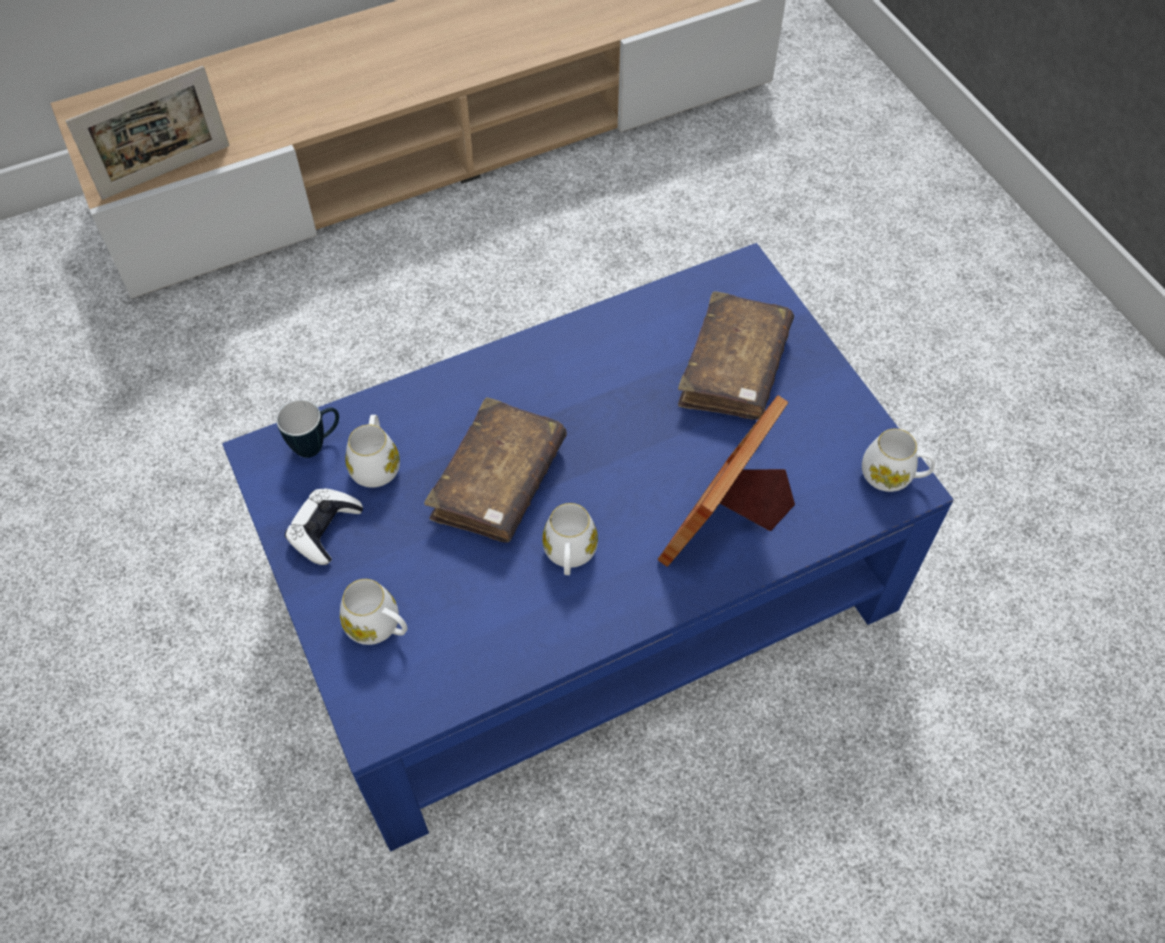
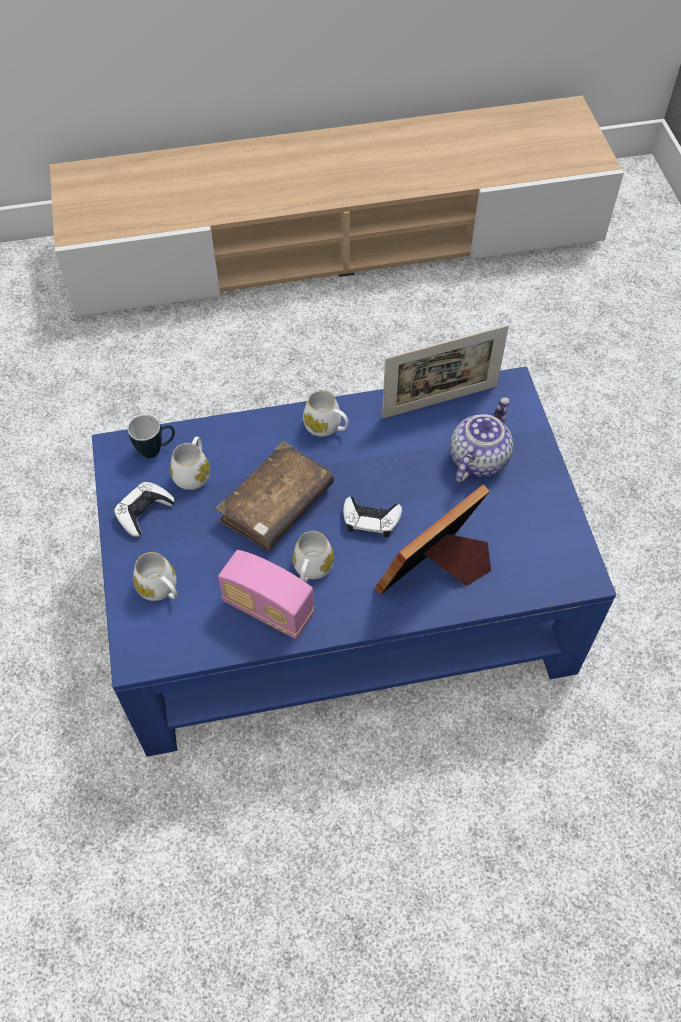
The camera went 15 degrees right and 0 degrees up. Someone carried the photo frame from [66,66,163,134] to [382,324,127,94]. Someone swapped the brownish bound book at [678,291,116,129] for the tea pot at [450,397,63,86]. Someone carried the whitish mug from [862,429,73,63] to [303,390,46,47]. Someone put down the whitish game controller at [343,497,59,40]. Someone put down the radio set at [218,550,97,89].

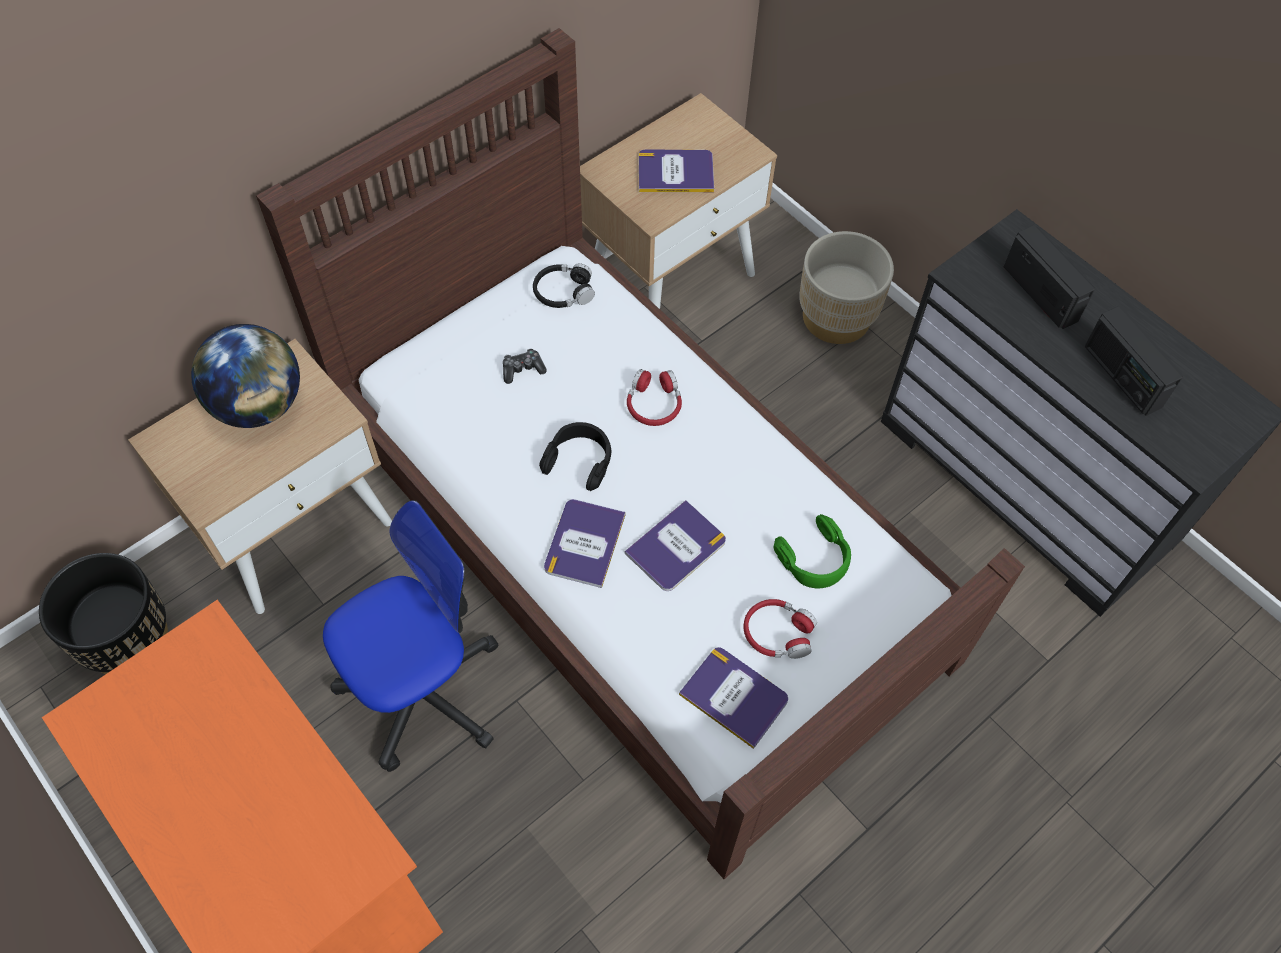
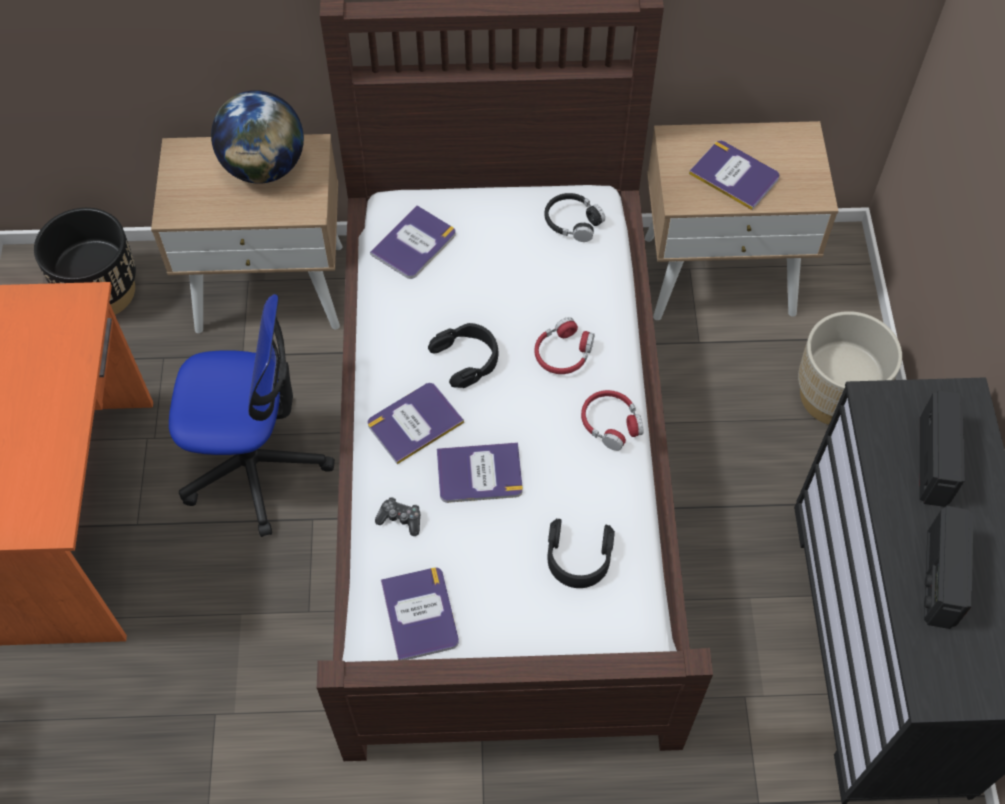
The camera went 40 degrees right and 0 degrees up. Someone carried the game controller from [503,348,44,36] to [375,497,45,39]. Someone repainted the greenish pair of headphones at [773,514,78,74], which became the blackish pair of headphones at [547,519,68,69]. Someone carried the red-coloured pair of headphones from [743,599,74,60] to [581,390,62,61]. Someone put down the bound book at [370,205,86,74].

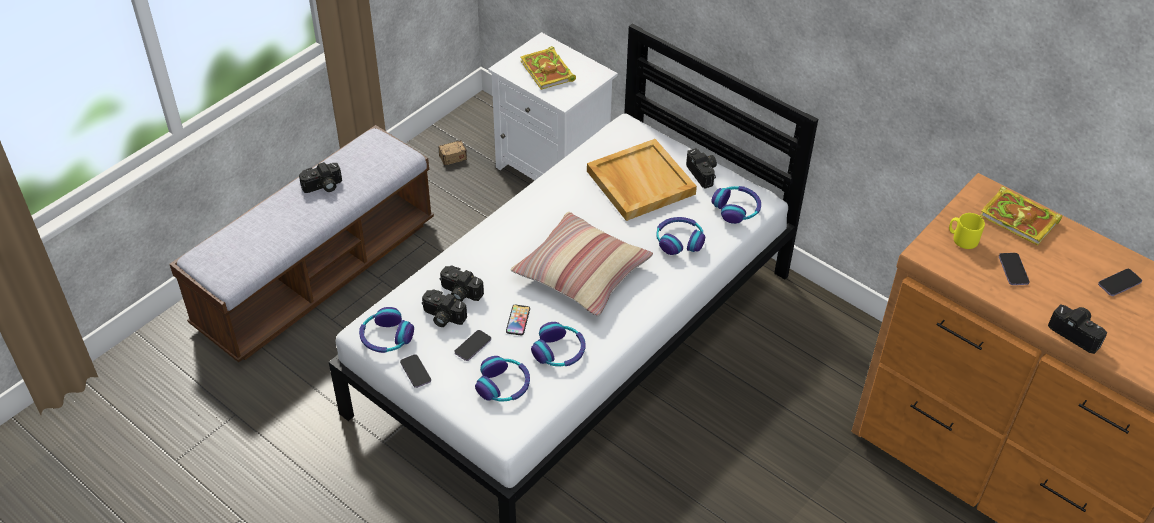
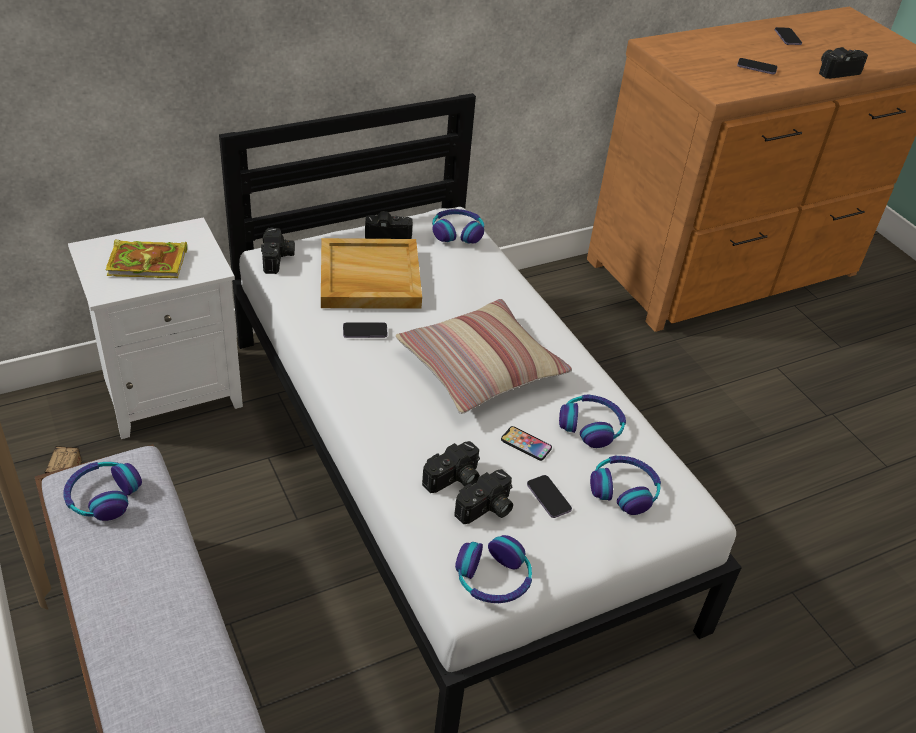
The camera went 70 degrees left and 5 degrees down. Someone carried the photo camera from [299,162,43,31] to [261,228,34,46]. Someone took away the bound book at [980,186,82,59]. Someone took away the yellow-coloured mug at [949,213,36,36]. Someone carried the pair of headphones from [656,217,49,38] to [63,462,79,59]. Someone carried the handset from [400,354,31,34] to [343,322,44,16].

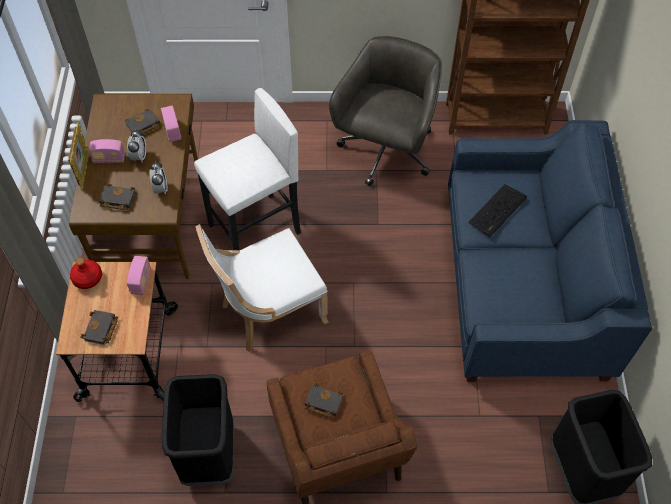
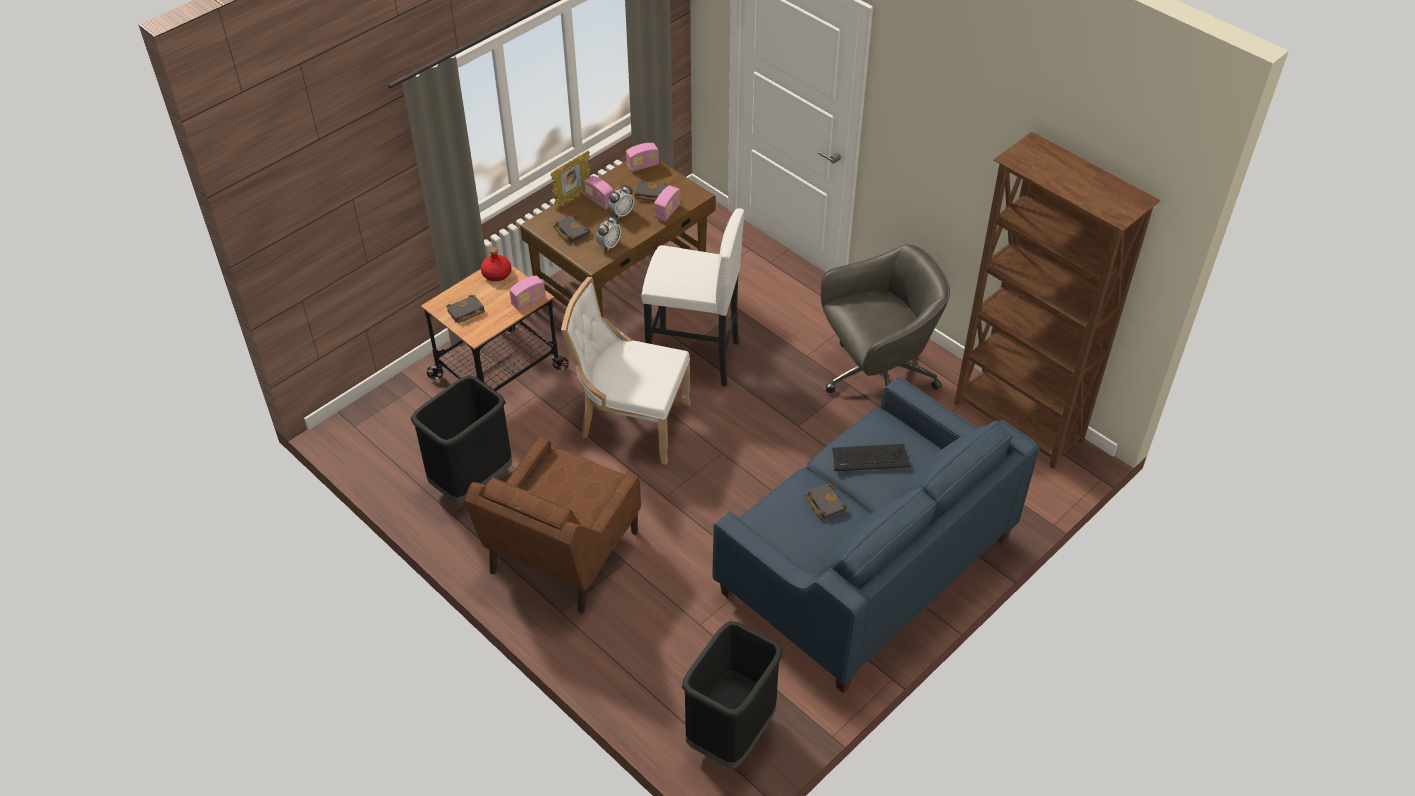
The camera went 45 degrees right and 10 degrees down. Someone carried the blackish bound book from [305,383,38,35] to [805,484,43,36]. Someone put down the radio set at [626,143,33,29].

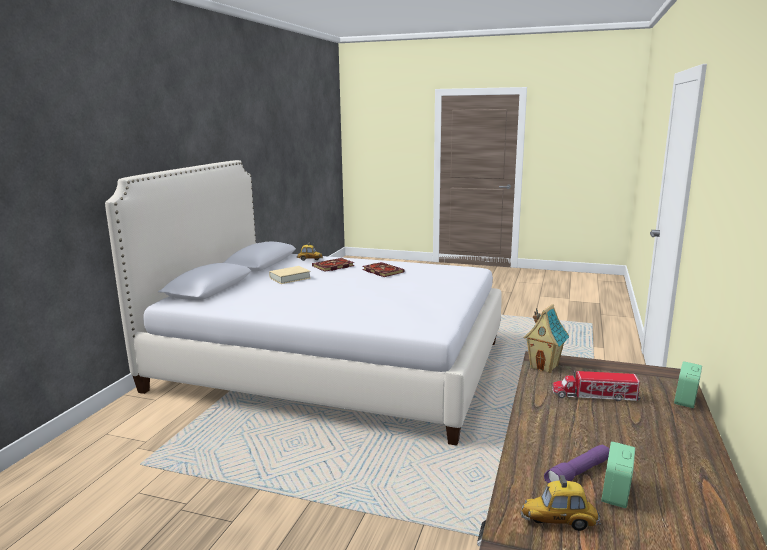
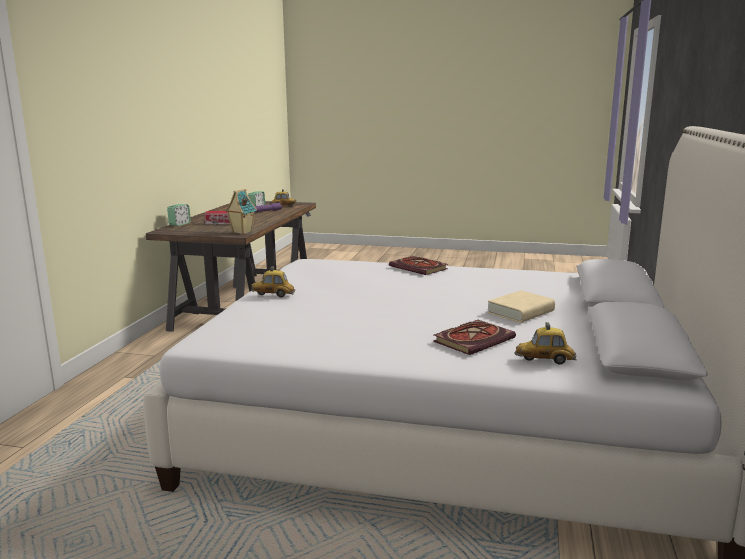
The camera went 175 degrees right and 0 degrees up. Someone carried the bound book from [362,262,43,15] to [389,256,59,19]. Someone put down the toy car at [251,266,44,31].

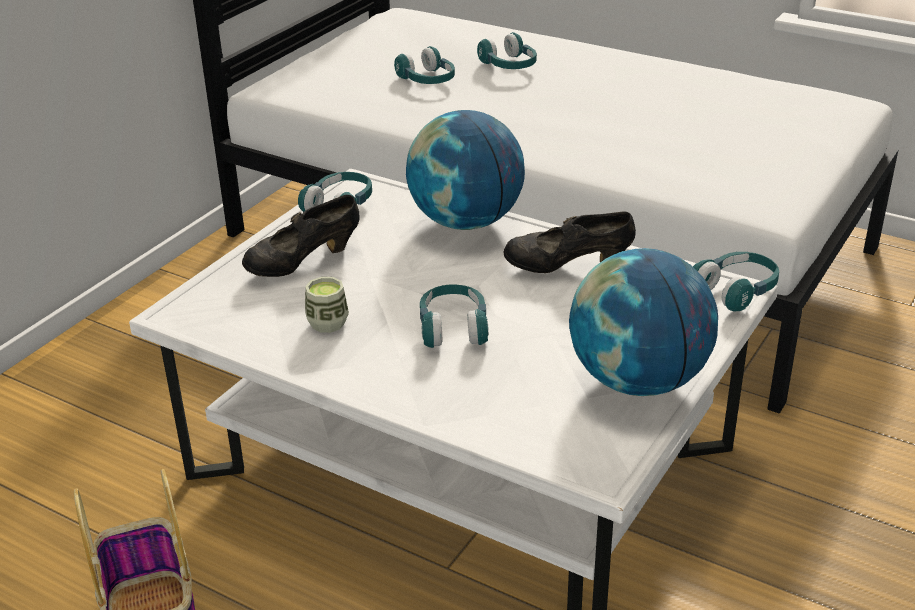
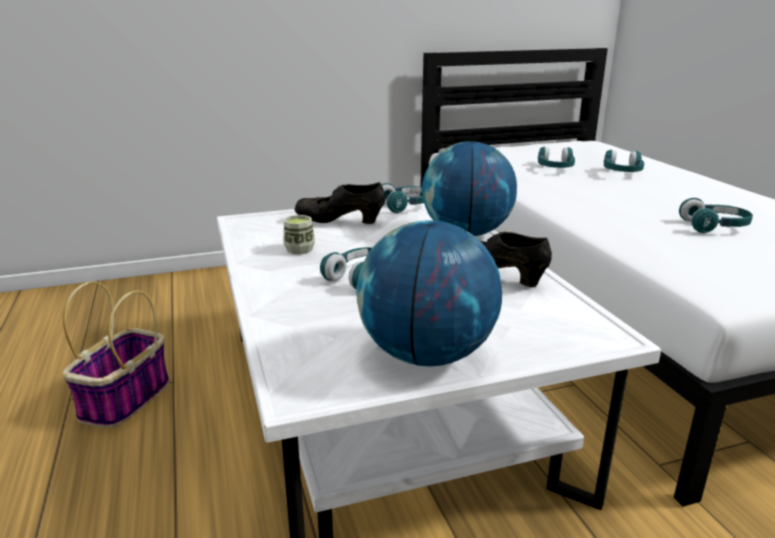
The camera went 40 degrees right and 10 degrees down. Someone carried the turquoise-coloured pair of headphones from [693,252,86,60] to [679,198,74,35].

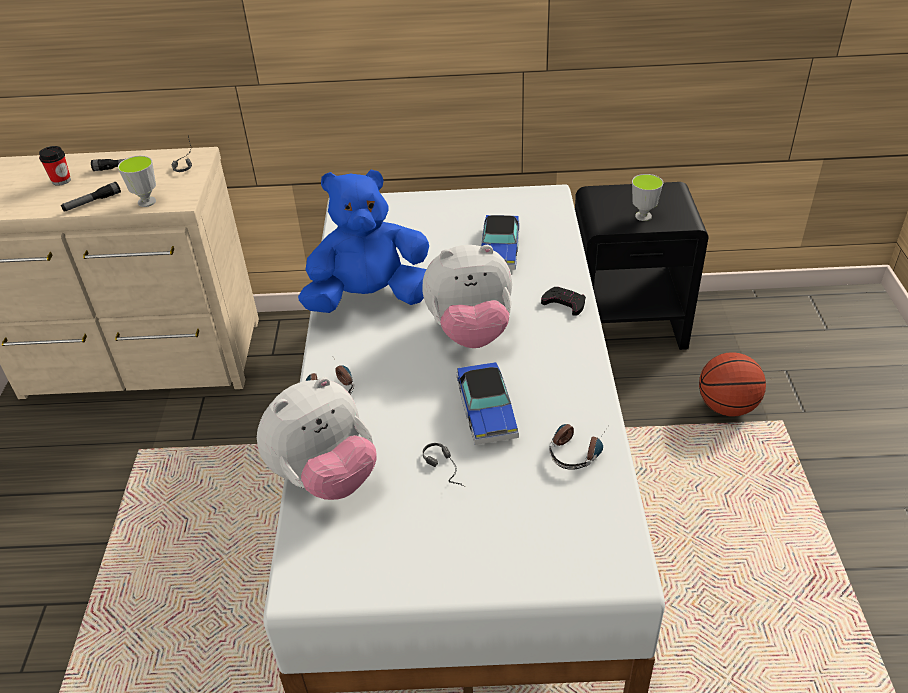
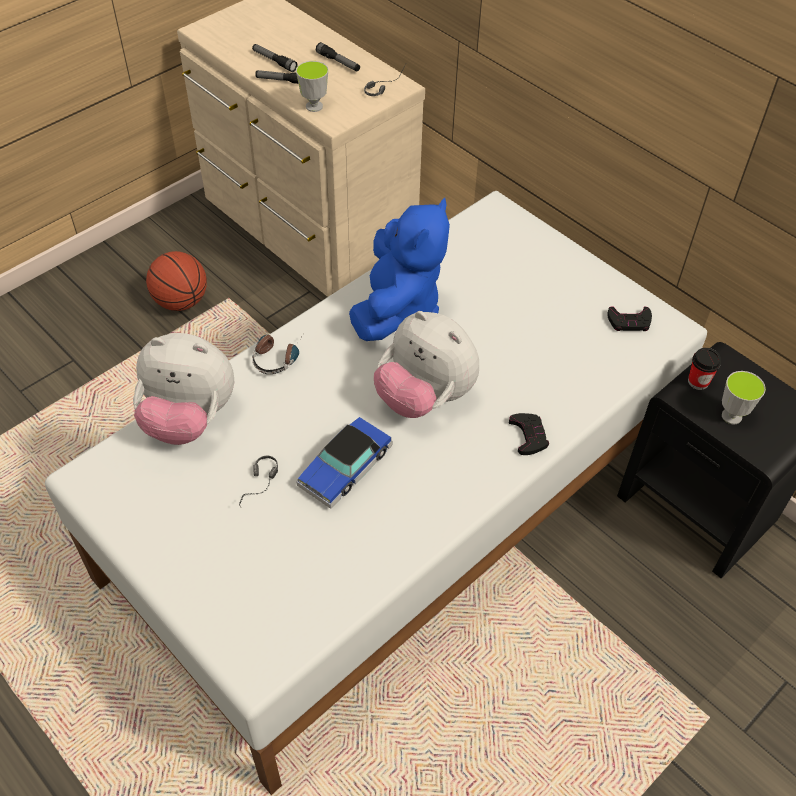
The camera went 45 degrees right and 10 degrees up. Someone carried the cup from [39,146,32,40] to [688,348,33,42]. Someone rotated the blue-coloured cuddly toy at [298,170,131,143] by 75 degrees clockwise. Someone took away the toy car at [481,215,38,55]. Someone carried the ball for basketball from [699,352,67,65] to [146,251,61,60]. Someone took away the pair of headphones at [549,424,59,46]. Someone put down the flashlight at [252,44,46,28]. Someone put down the blackish game controller at [607,307,45,24].

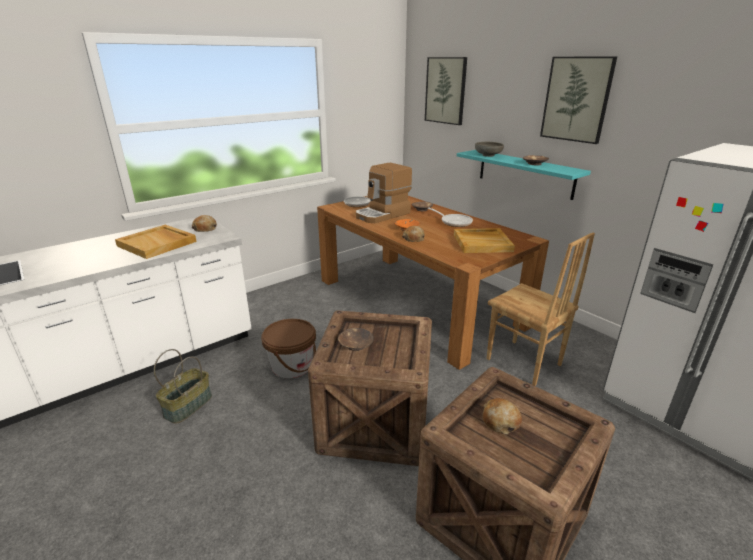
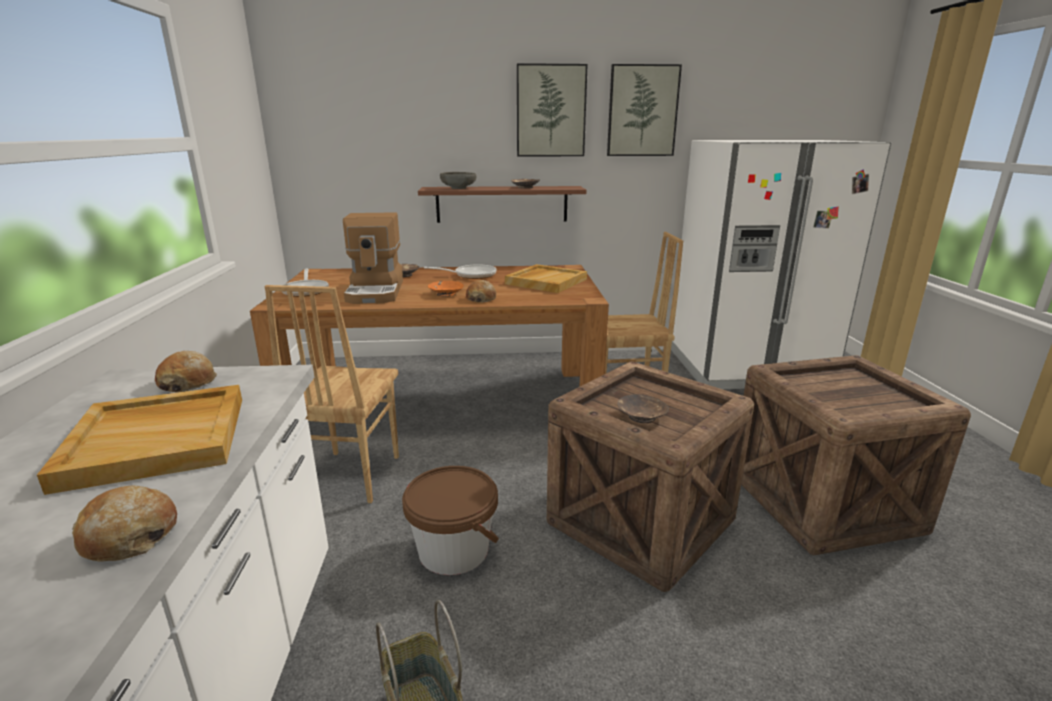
The camera went 55 degrees left and 5 degrees down. Someone carried the wall art from [425,57,42,68] to [607,64,75,92]. Someone repainted the turquoise-coloured wall shelf at [457,150,134,50], which became the brownish wall shelf at [418,186,168,37]. Someone carried the bread from [482,398,40,37] to [72,486,105,76]. Someone put down the brownish upright chair at [264,285,135,218].

